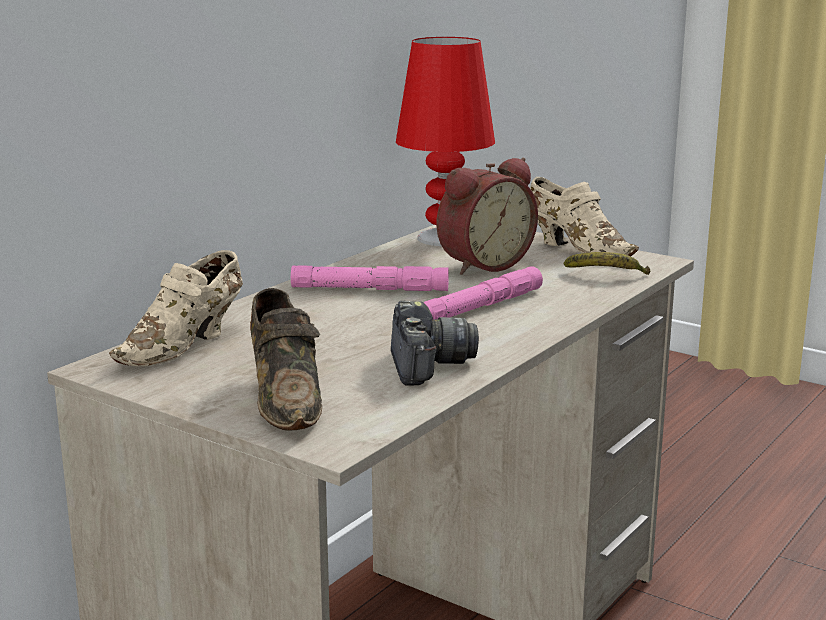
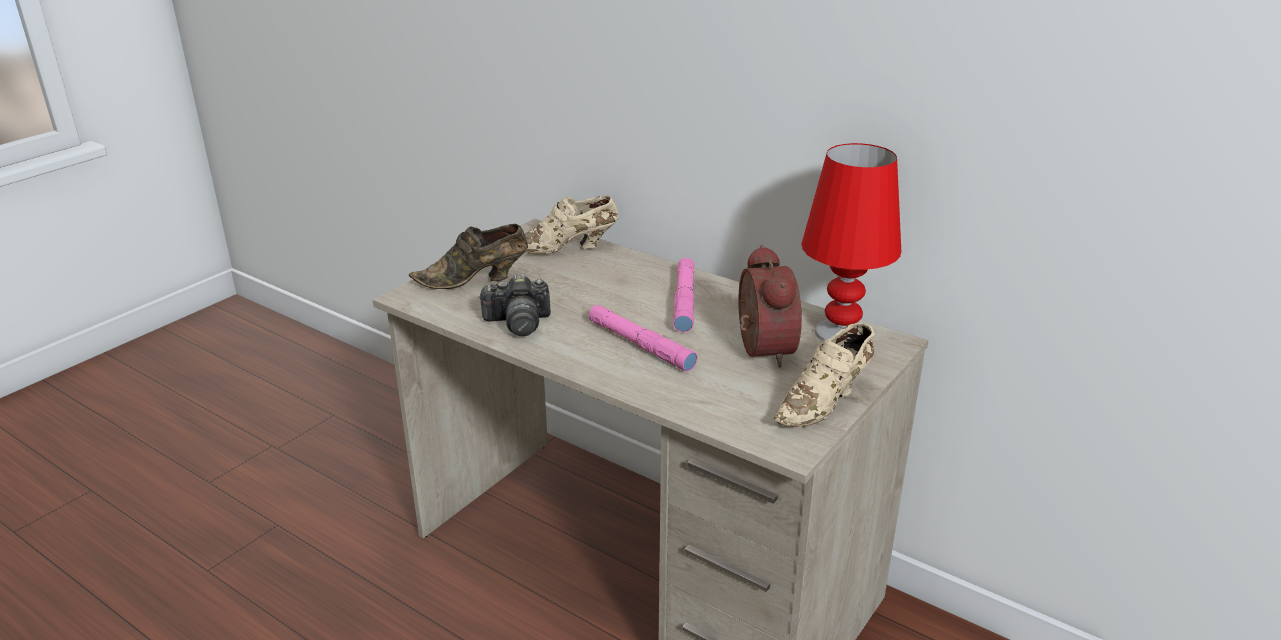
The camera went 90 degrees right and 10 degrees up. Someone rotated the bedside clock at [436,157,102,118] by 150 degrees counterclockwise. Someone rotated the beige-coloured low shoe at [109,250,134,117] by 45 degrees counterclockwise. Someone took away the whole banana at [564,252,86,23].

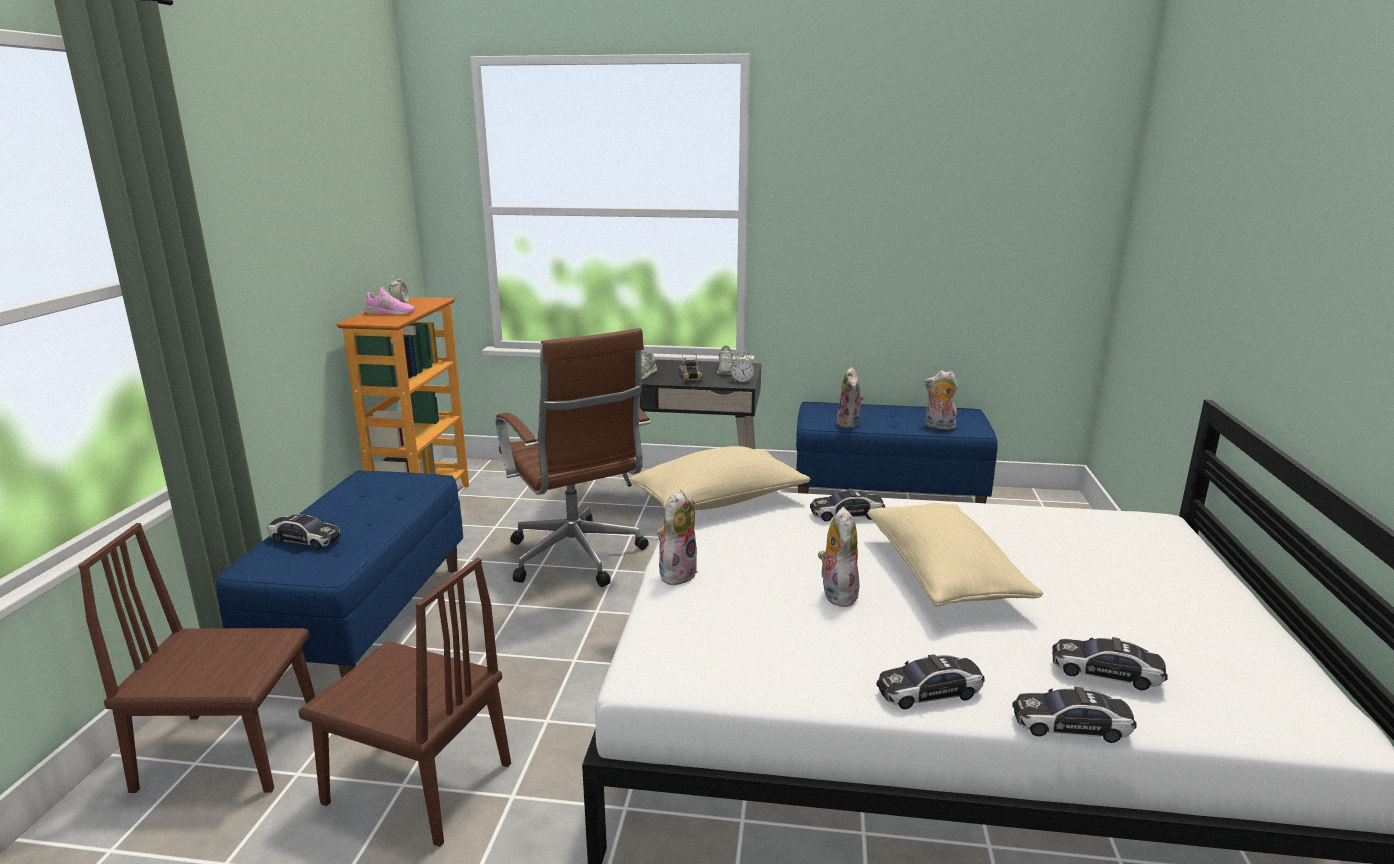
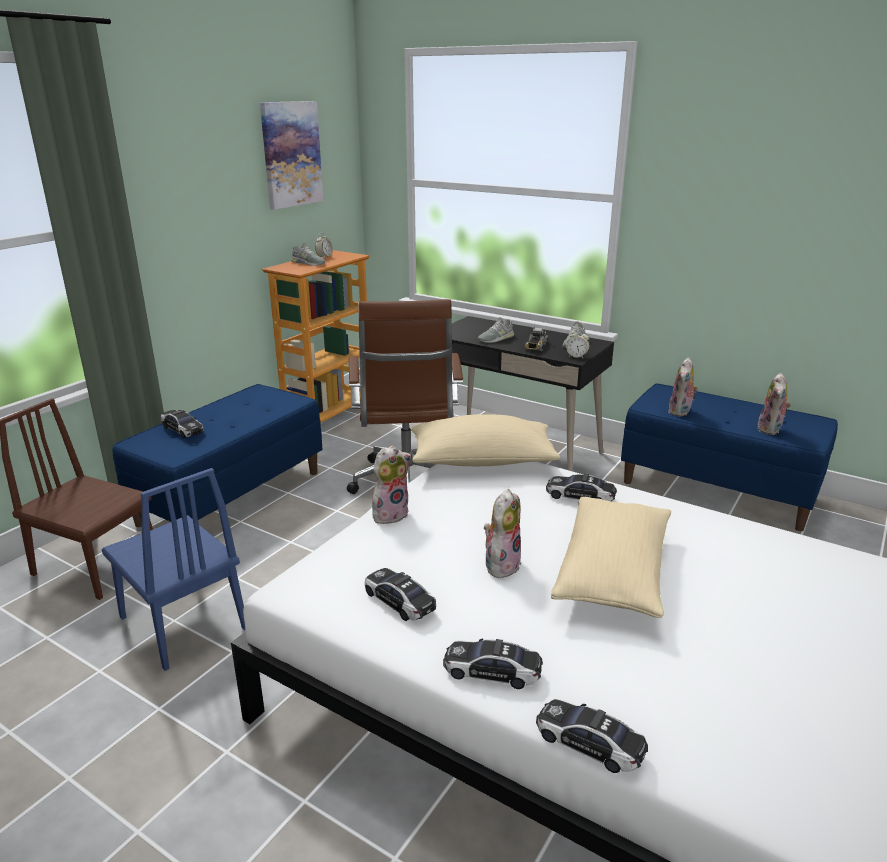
The camera went 25 degrees right and 5 degrees up. Someone repainted the pink low shoe at [364,287,51,28], which became the greyish low shoe at [291,242,34,24]. Someone rotated the cuddly toy at [924,371,34,59] by 120 degrees counterclockwise. Someone repainted the brownish upright chair at [298,558,213,289], which became the blue-coloured upright chair at [102,468,143,203]. Someone carried the toy car from [1052,637,116,53] to [365,568,71,53]. Someone put up the wall art at [260,101,63,109].

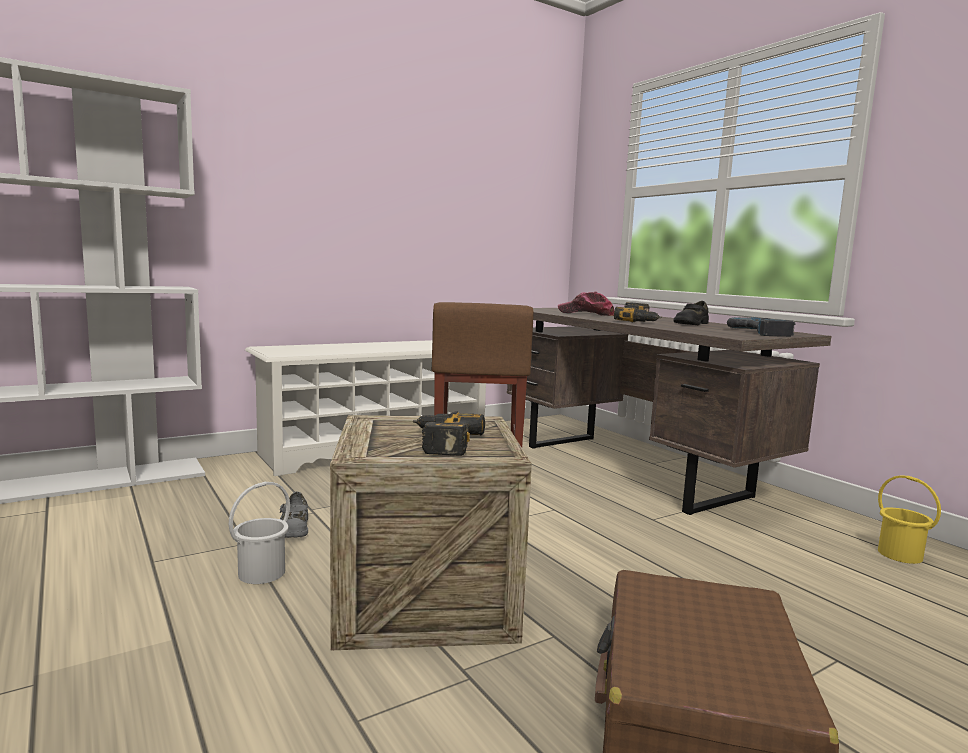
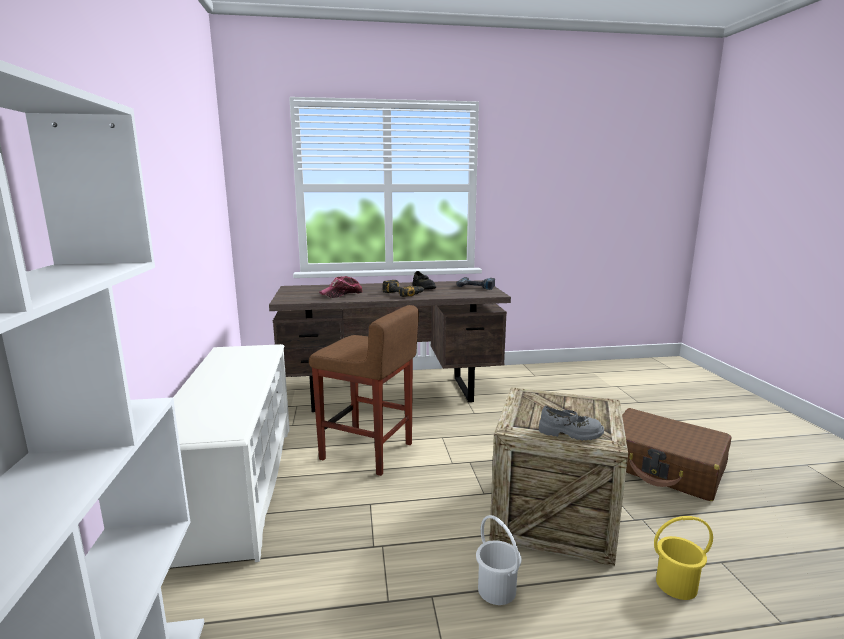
The camera went 65 degrees left and 5 degrees up. Someone took away the electric drill at [413,412,72,44]. Someone carried the yellow-coloured pail from [878,475,63,89] to [654,516,59,84]. Someone carried the greyish low shoe from [280,492,28,46] to [539,406,65,35].

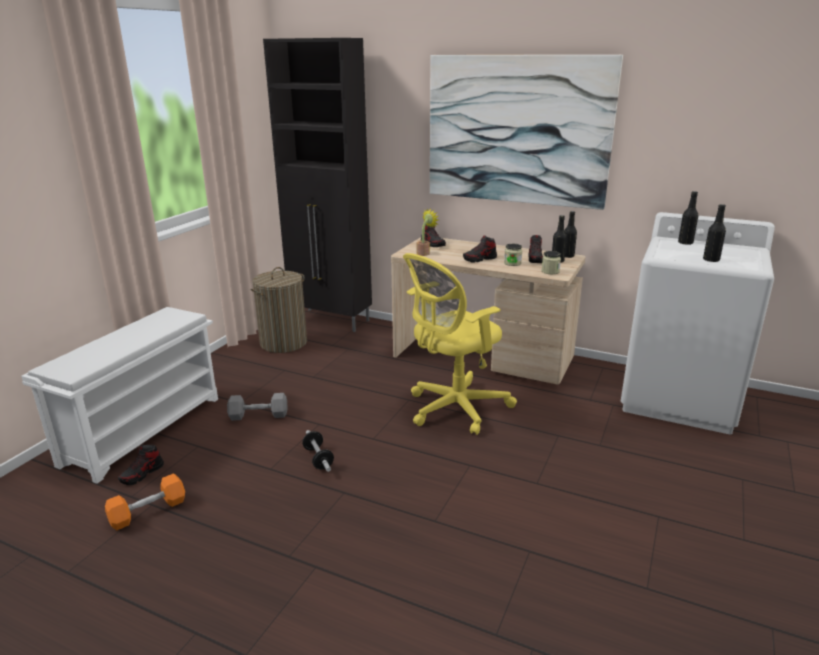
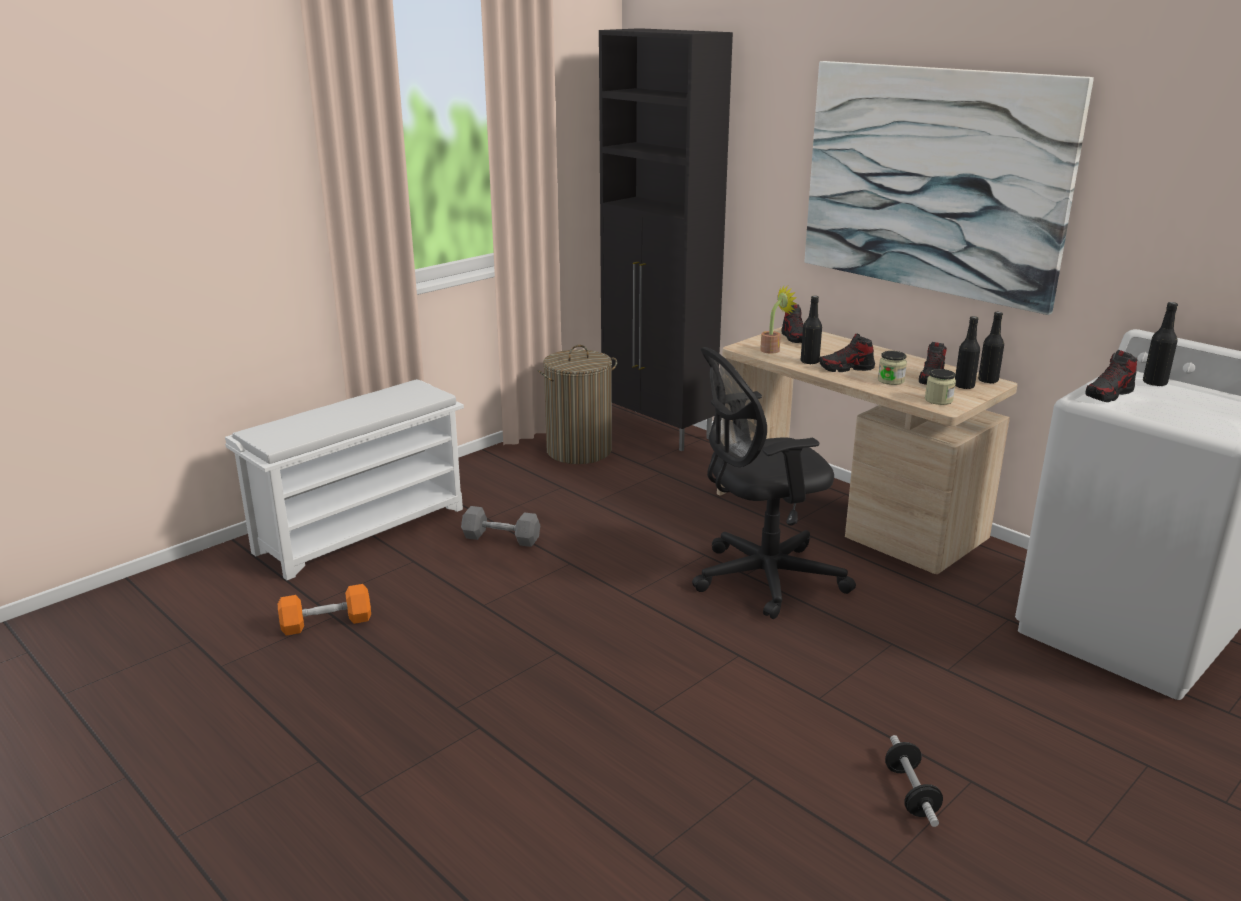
The camera went 20 degrees right and 0 degrees up. Someone carried the blackish drink bottle from [703,204,23,58] to [801,296,21,69]. Someone repainted the yellow-coloured office chair at [403,253,114,182], which became the blackish office chair at [692,347,164,272]. Someone carried the dumbbell from [302,430,32,42] to [885,735,58,92]. Someone carried the low shoe from [118,445,46,40] to [1086,350,51,52].

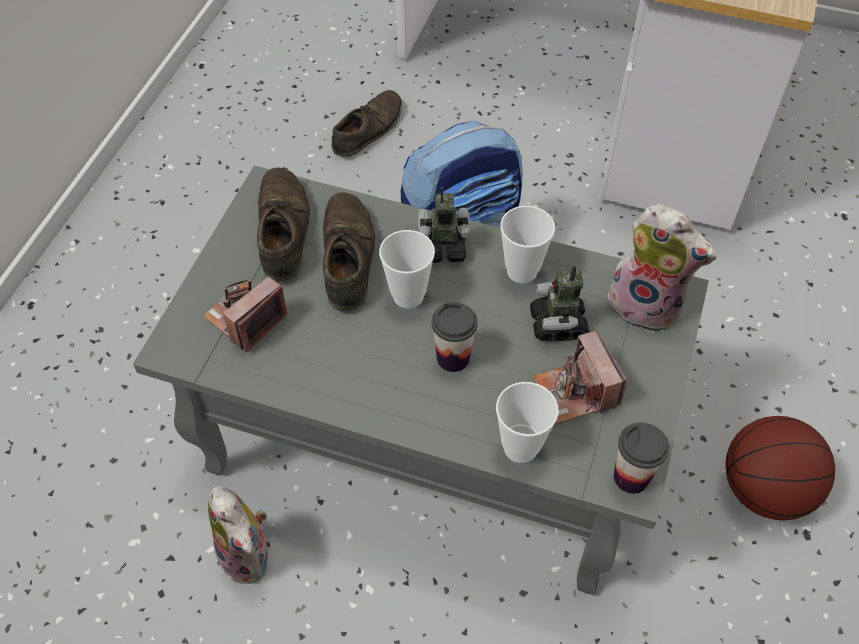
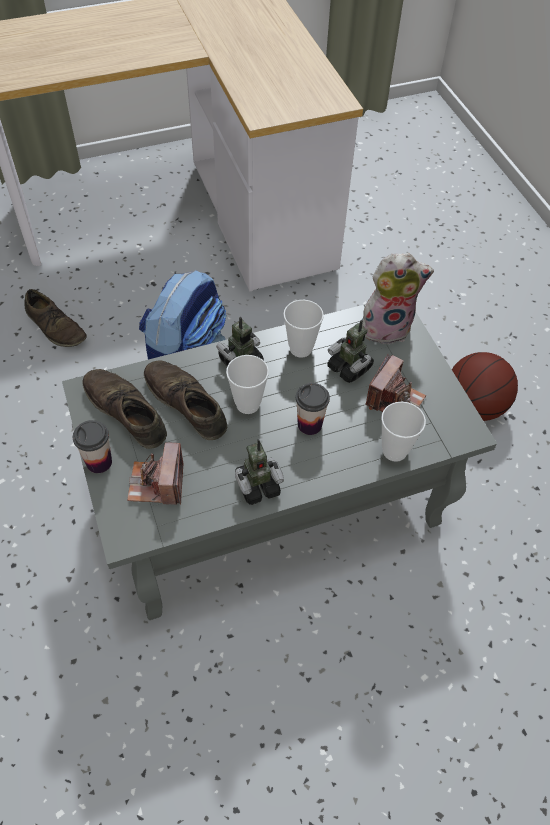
The camera went 40 degrees left and 0 degrees up. Someone rotated the brownish low shoe at [331,90,71,67] by 135 degrees clockwise. Someone rotated the photo camera at [533,330,95,94] by 90 degrees counterclockwise. Someone carried the cup from [614,423,55,71] to [73,420,39,53]. Someone took away the cuddly toy at [208,486,60,98]. Someone put down the toy robot at [235,439,49,66].

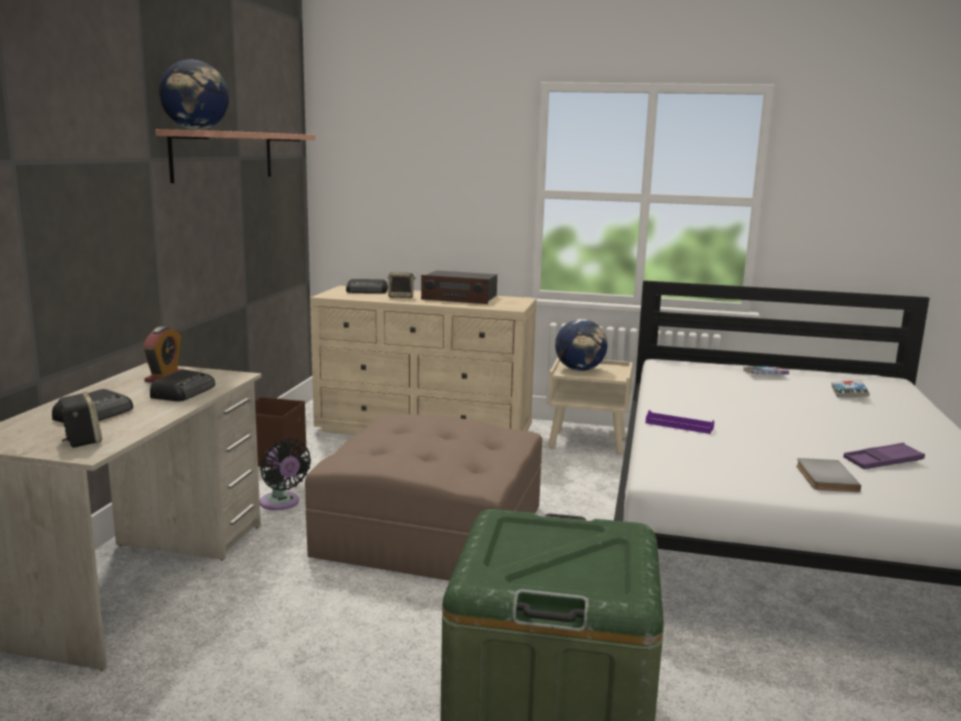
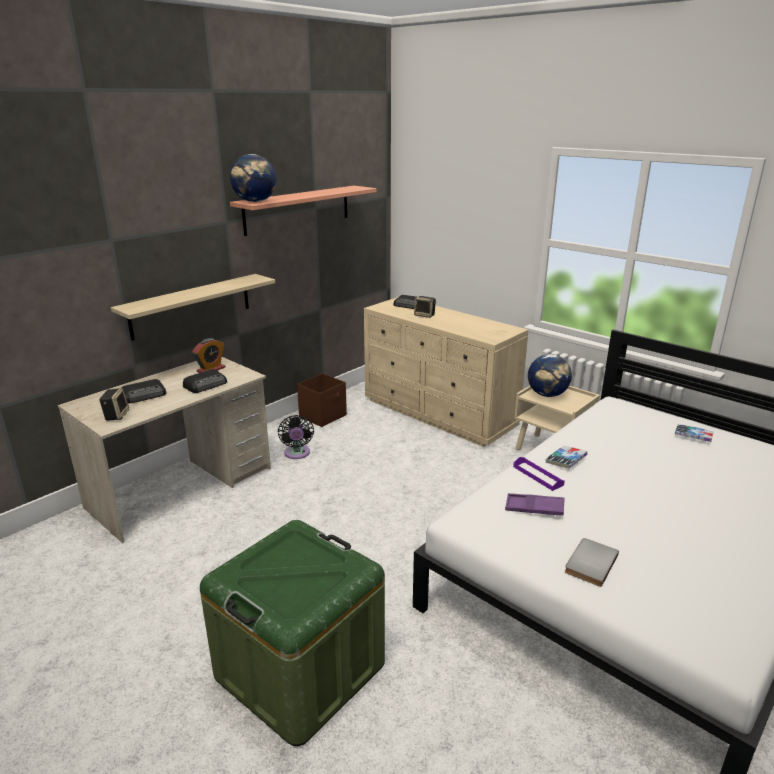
The camera went 30 degrees right and 10 degrees up. Someone took away the radio set at [421,270,76,34]. Someone carried the bound book from [831,381,39,17] to [546,446,41,23]. Someone took away the brownish footrest at [305,414,237,167]. Someone carried the purplish serving tray from [844,443,81,26] to [505,493,60,23]. Someone put up the wall shelf at [111,274,164,67].

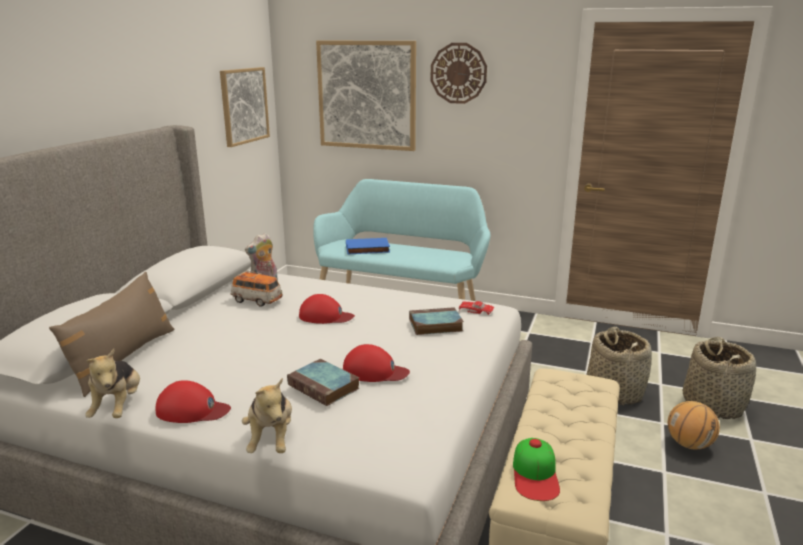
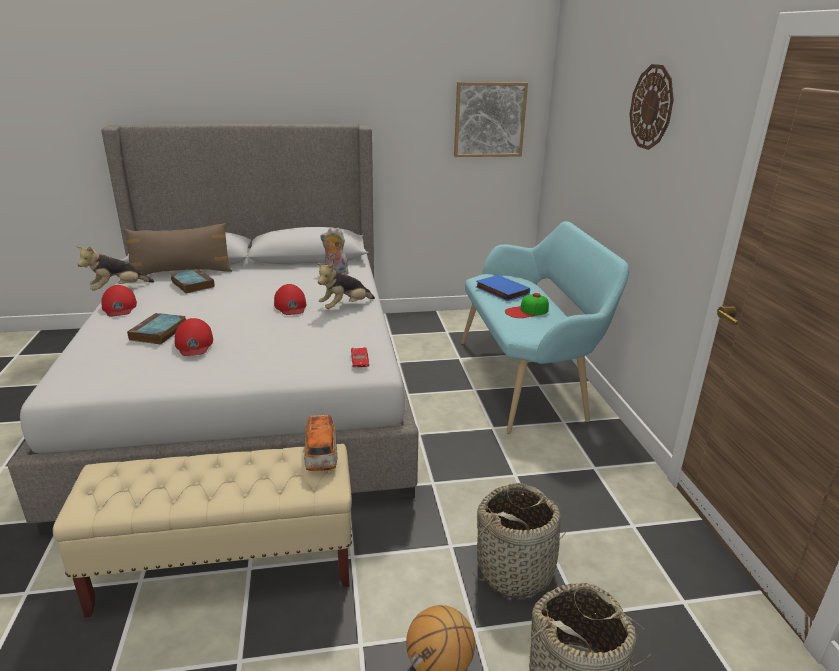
The camera went 60 degrees right and 5 degrees up. Someone took away the wall art at [316,41,100,110]. Someone carried the toy car from [231,271,52,36] to [303,414,34,57]. Someone carried the bound book from [409,307,55,28] to [171,269,44,24]. Someone carried the cuddly toy from [242,378,50,75] to [316,263,59,46]. Someone carried the cap from [513,438,47,63] to [505,293,44,25].

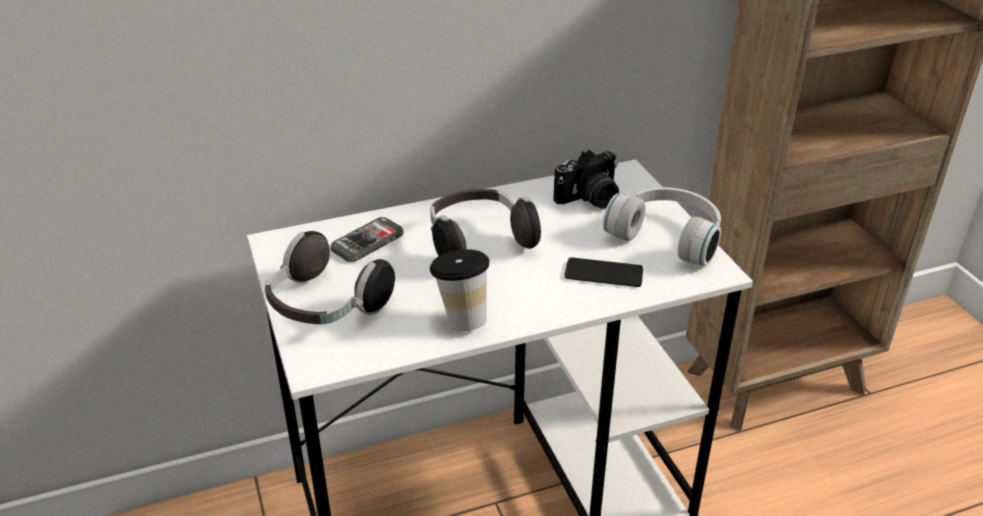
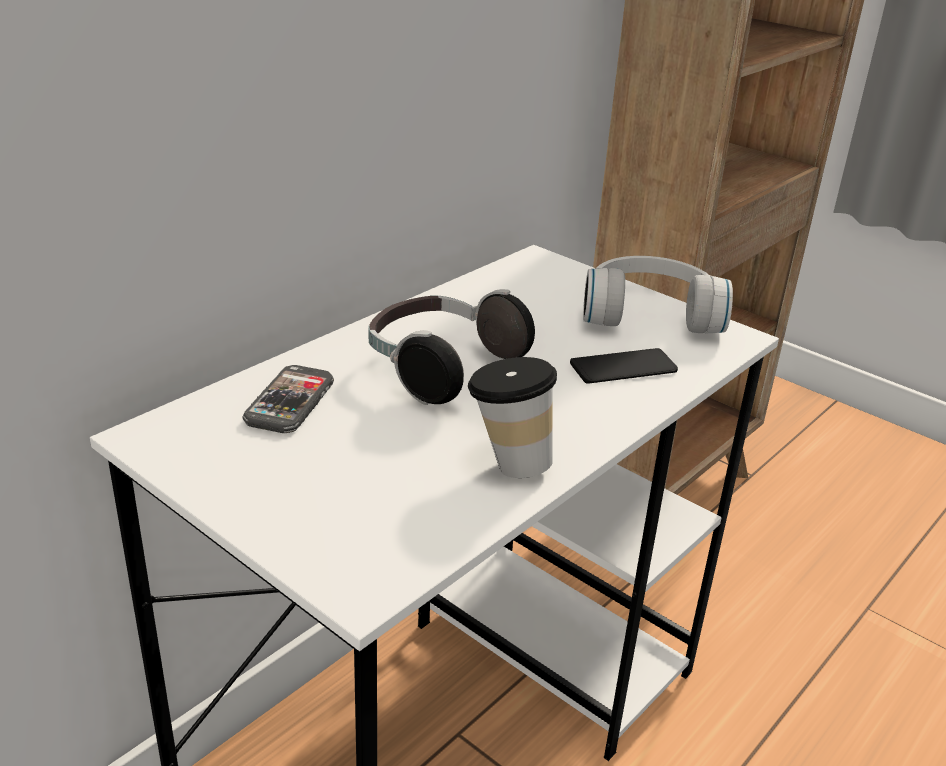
The camera went 30 degrees left and 5 degrees down. Someone took away the photo camera at [553,150,66,59]. Someone took away the pair of headphones at [265,231,130,94].

